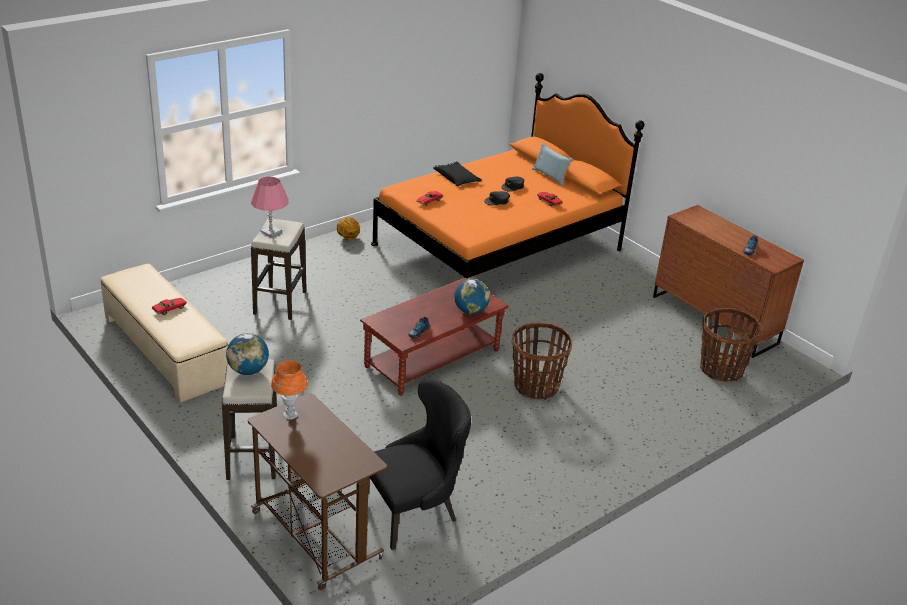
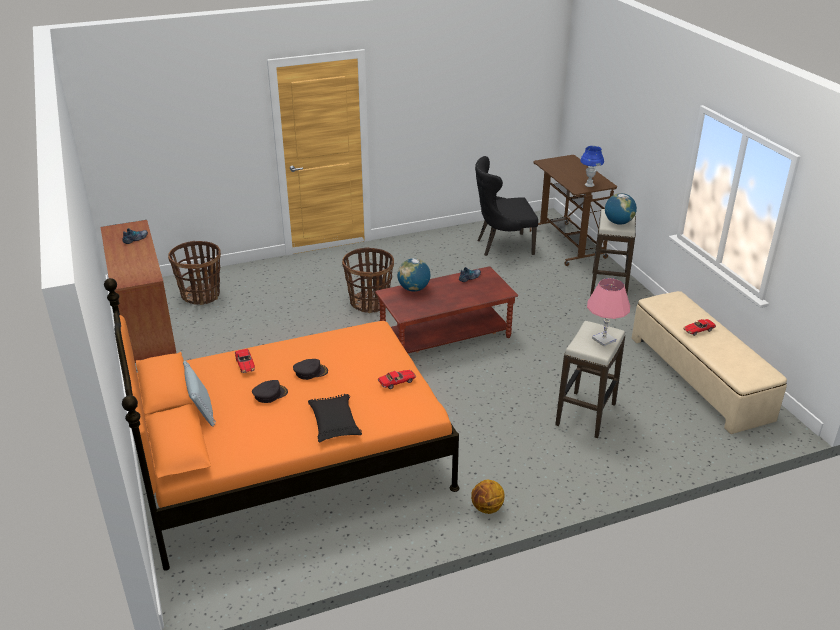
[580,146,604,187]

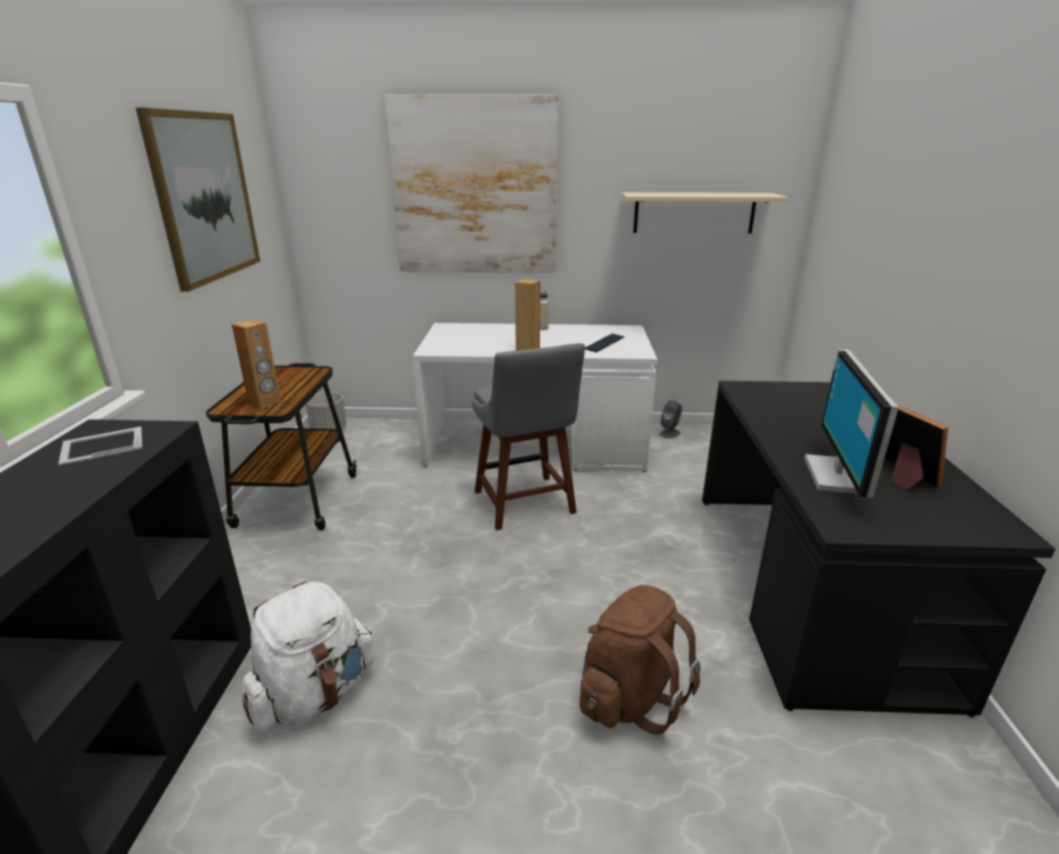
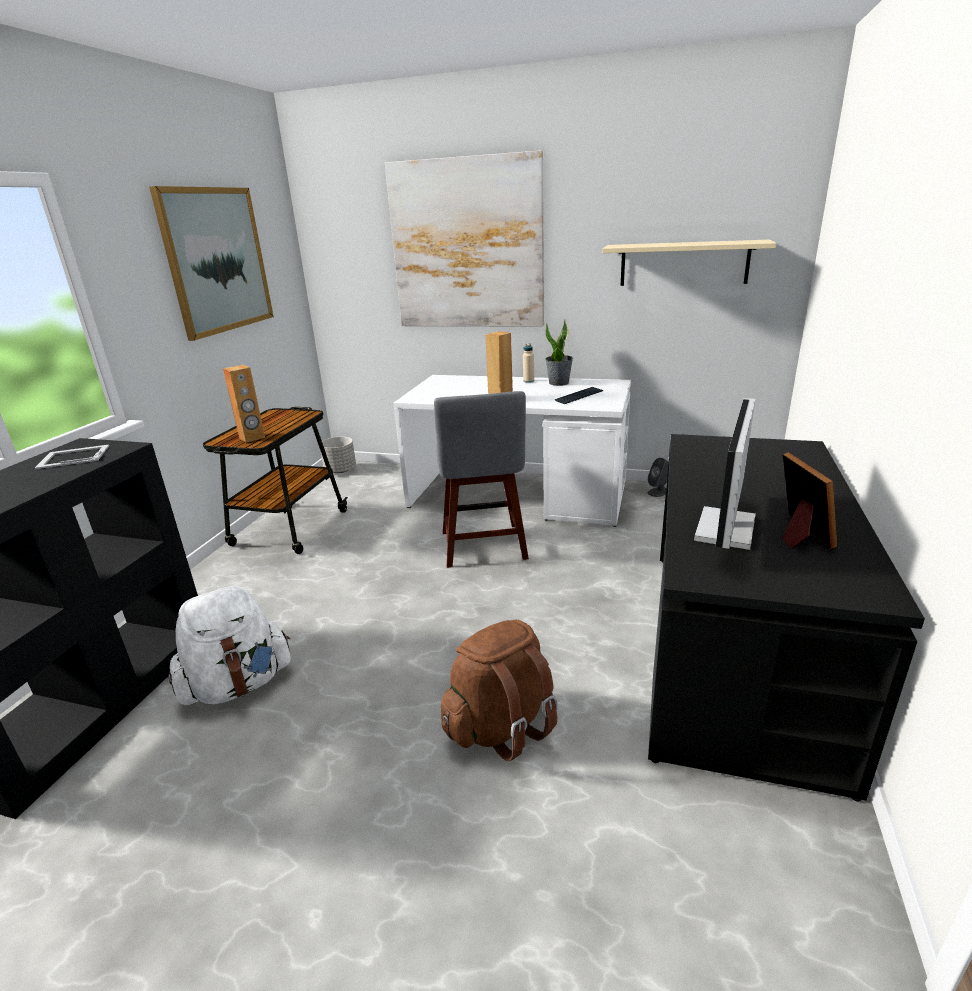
[545,320,573,386]

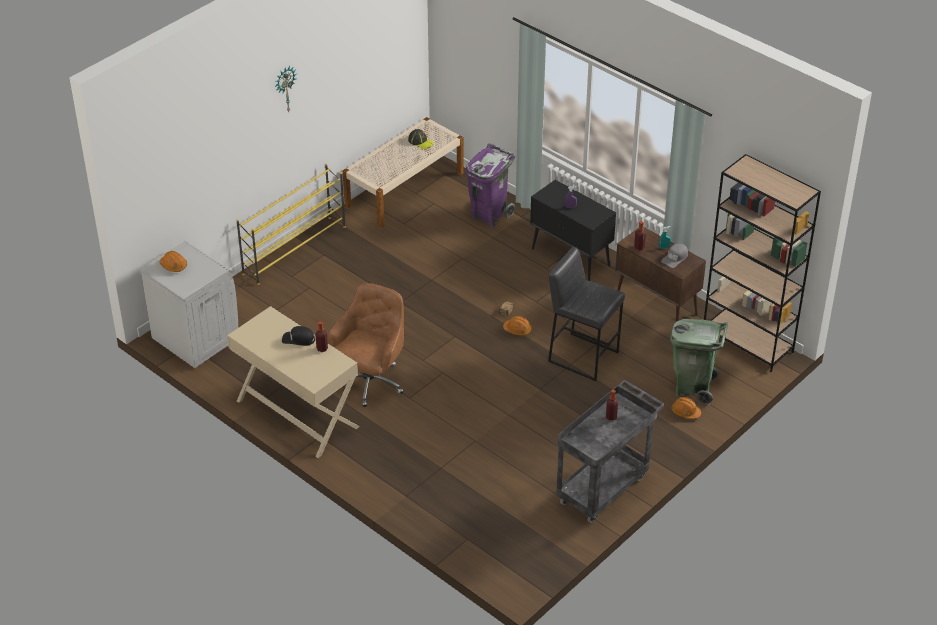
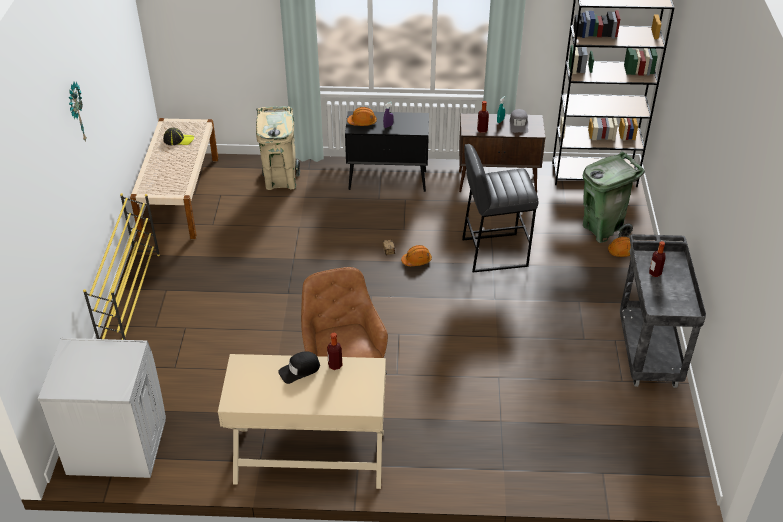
[256,106,300,190]
[347,107,377,126]

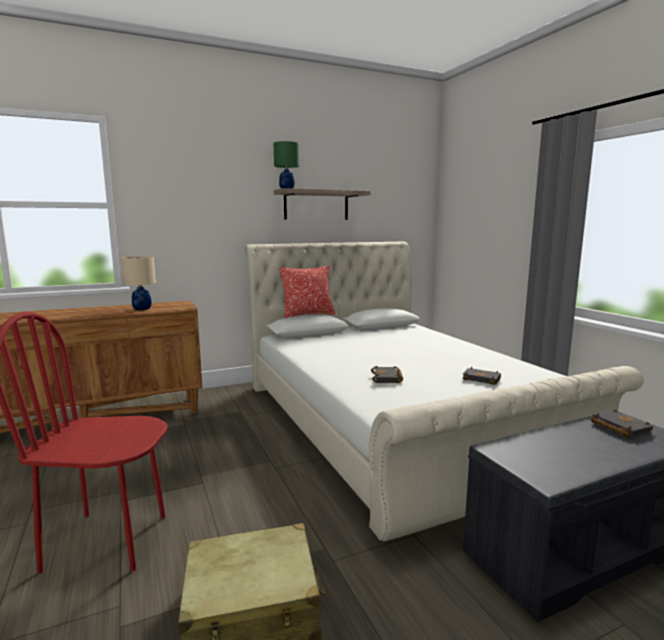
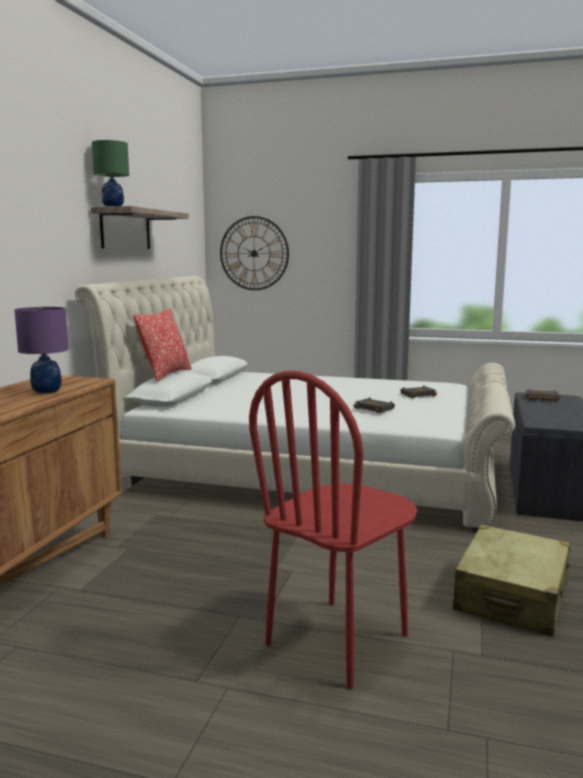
[14,307,69,394]
[220,216,289,290]

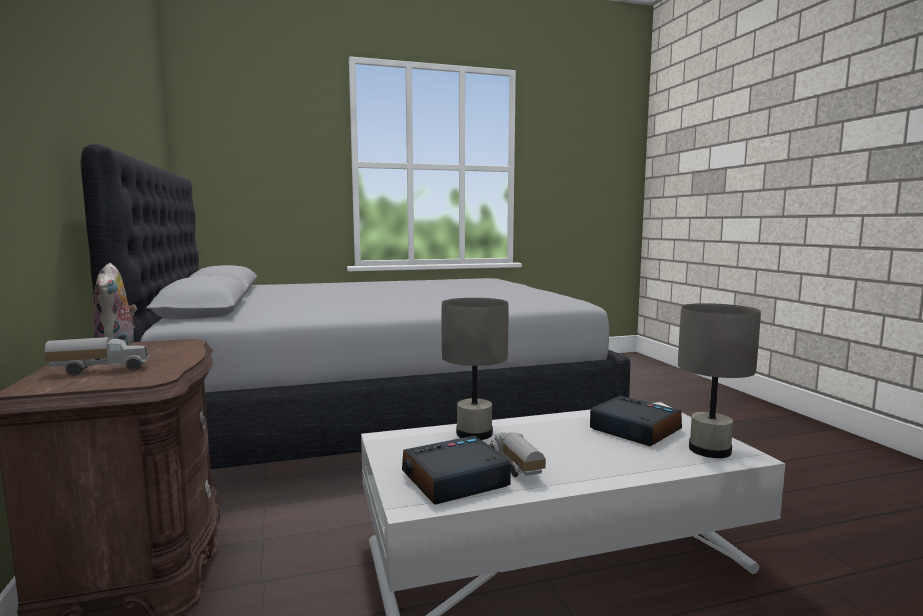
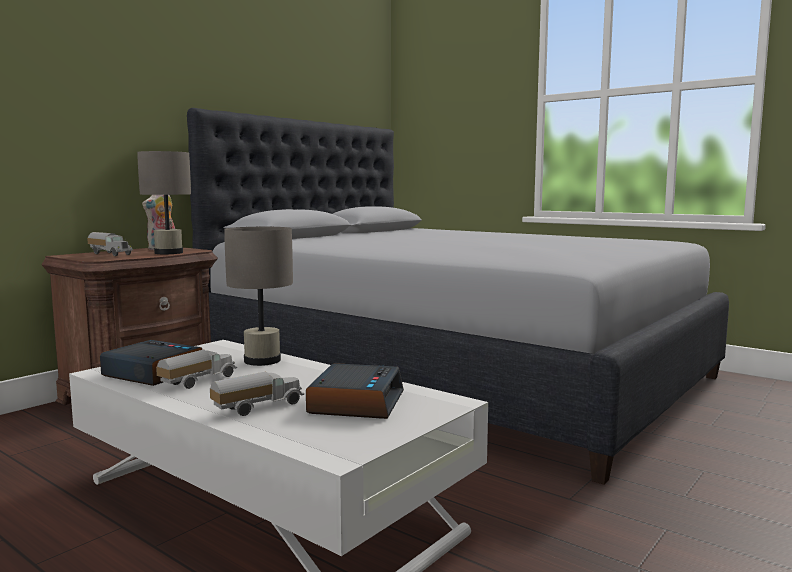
[137,151,191,254]
[210,372,304,416]

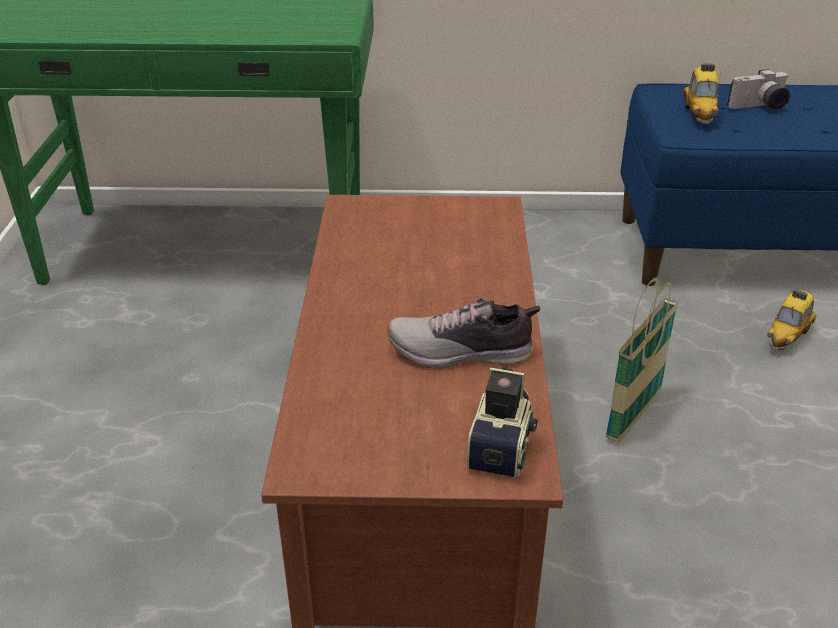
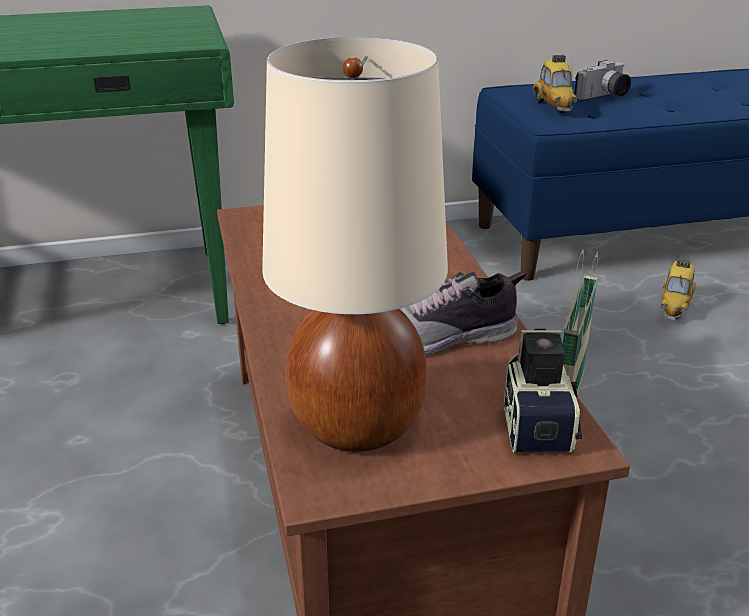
[262,37,448,452]

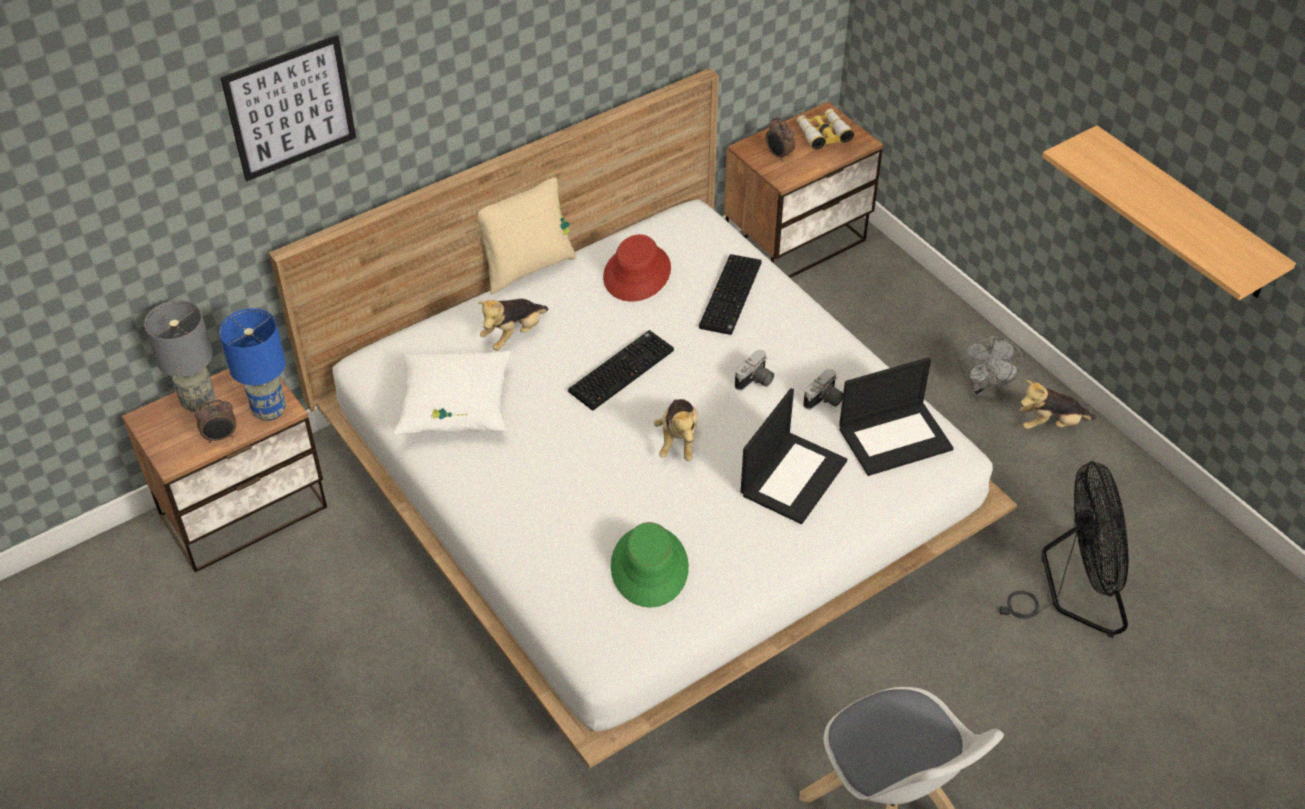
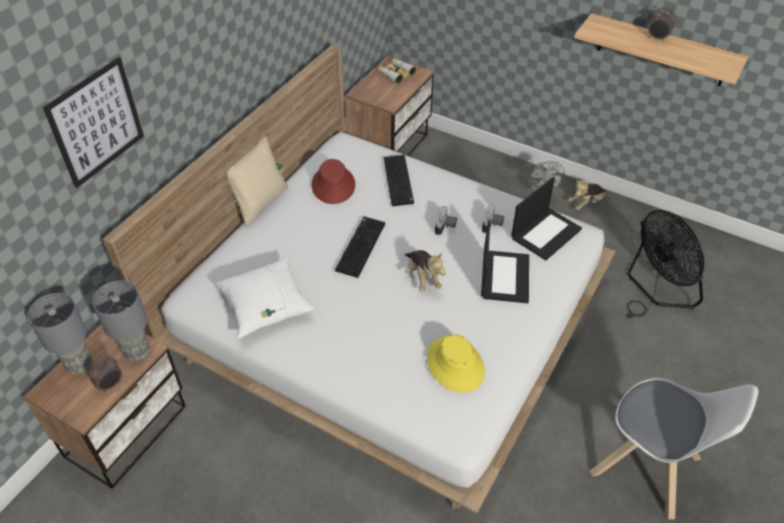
[92,281,150,362]
[427,334,485,393]
[648,7,676,41]
[478,299,548,351] (first image)

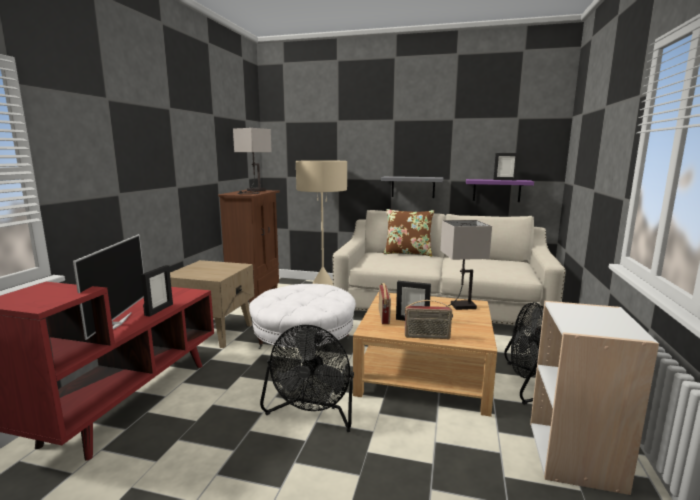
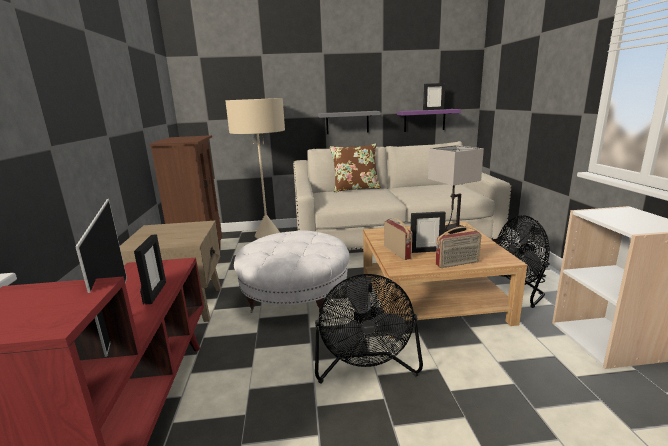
[233,128,272,194] (first image)

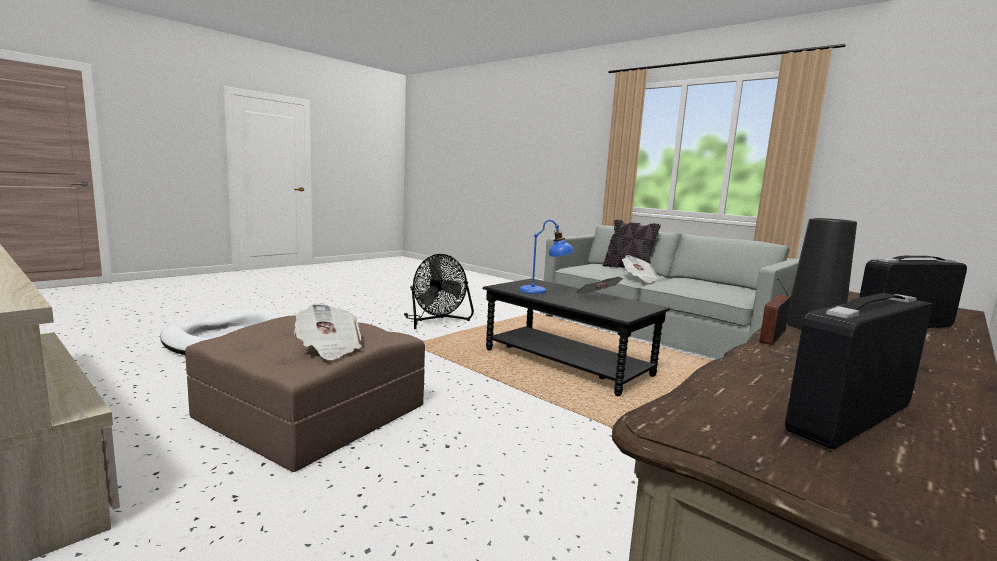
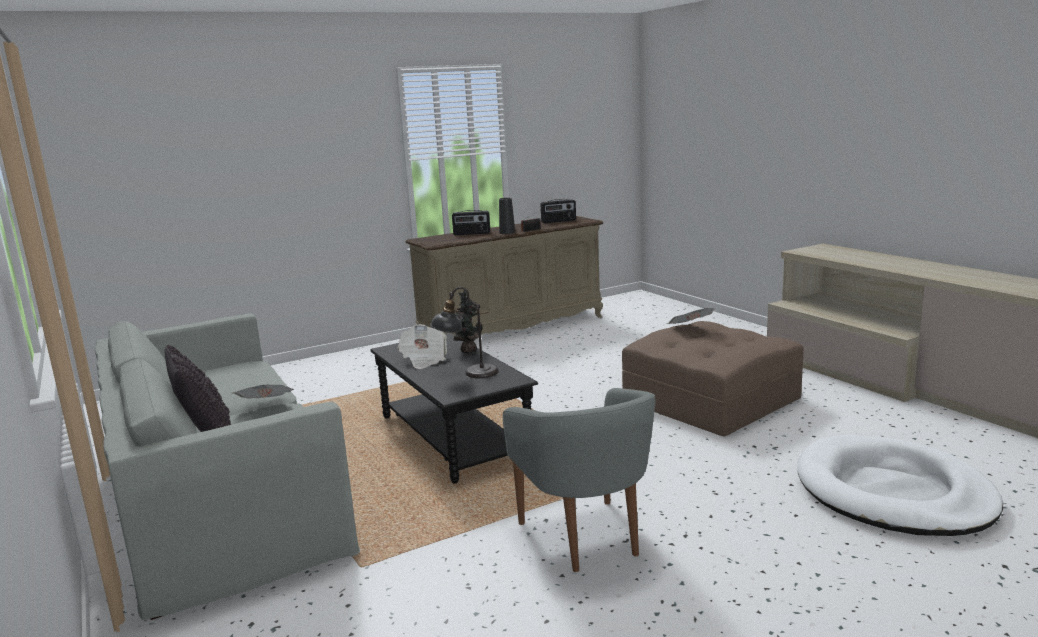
[431,287,499,378]
[453,290,483,353]
[503,388,655,572]

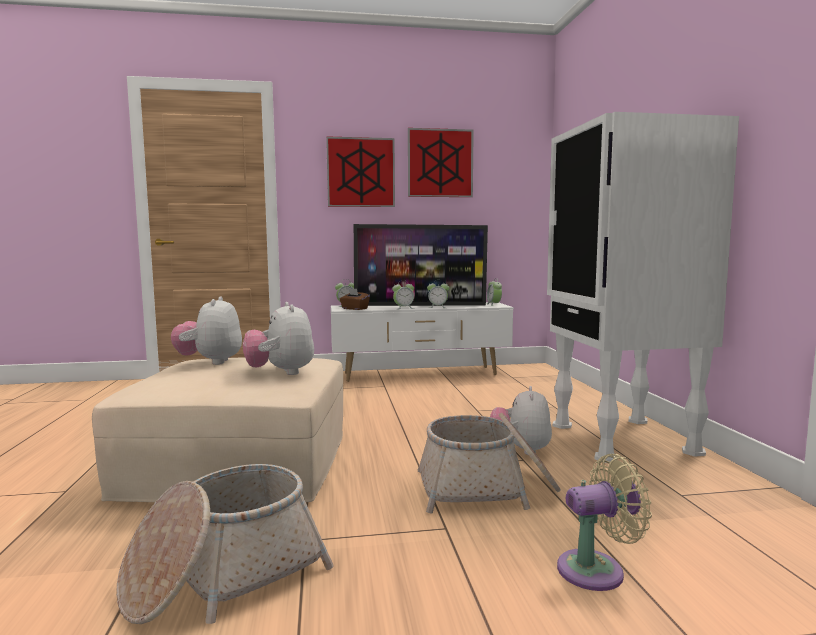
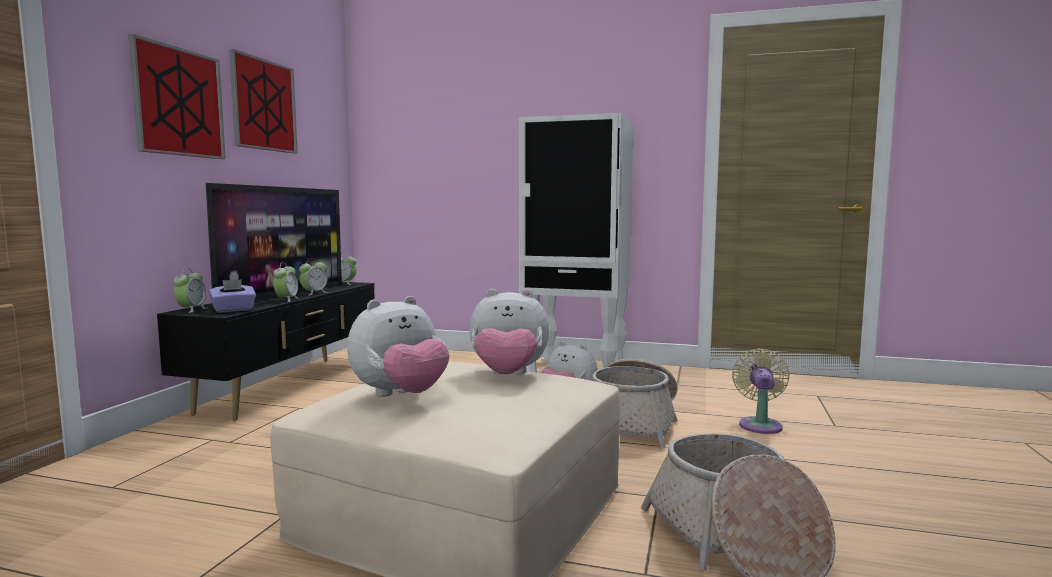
[157,282,375,421]
[209,279,256,313]
[347,296,449,397]

